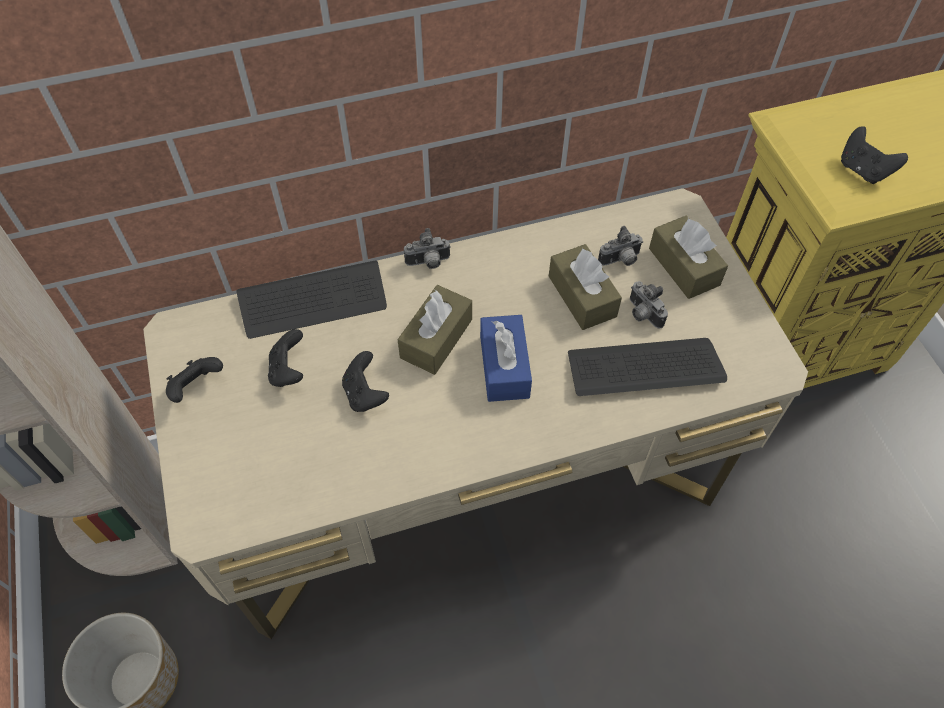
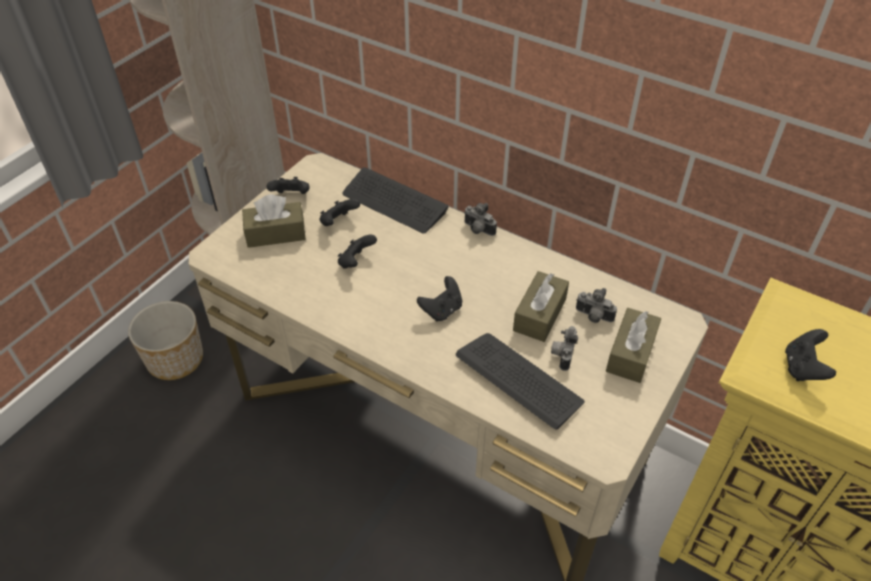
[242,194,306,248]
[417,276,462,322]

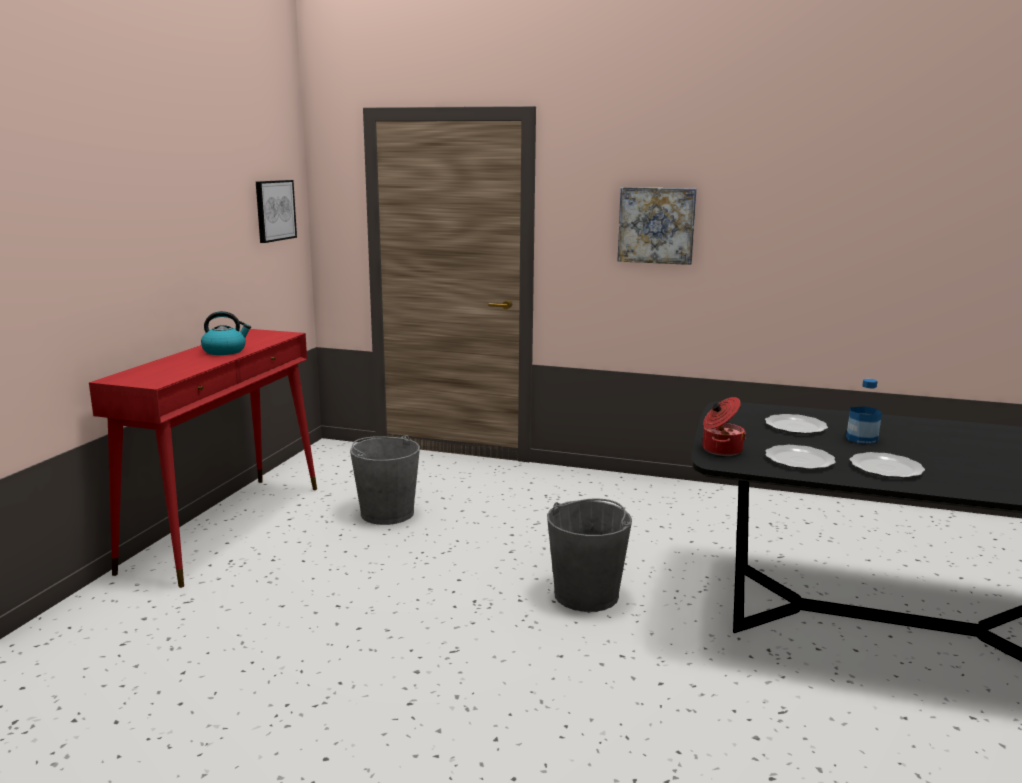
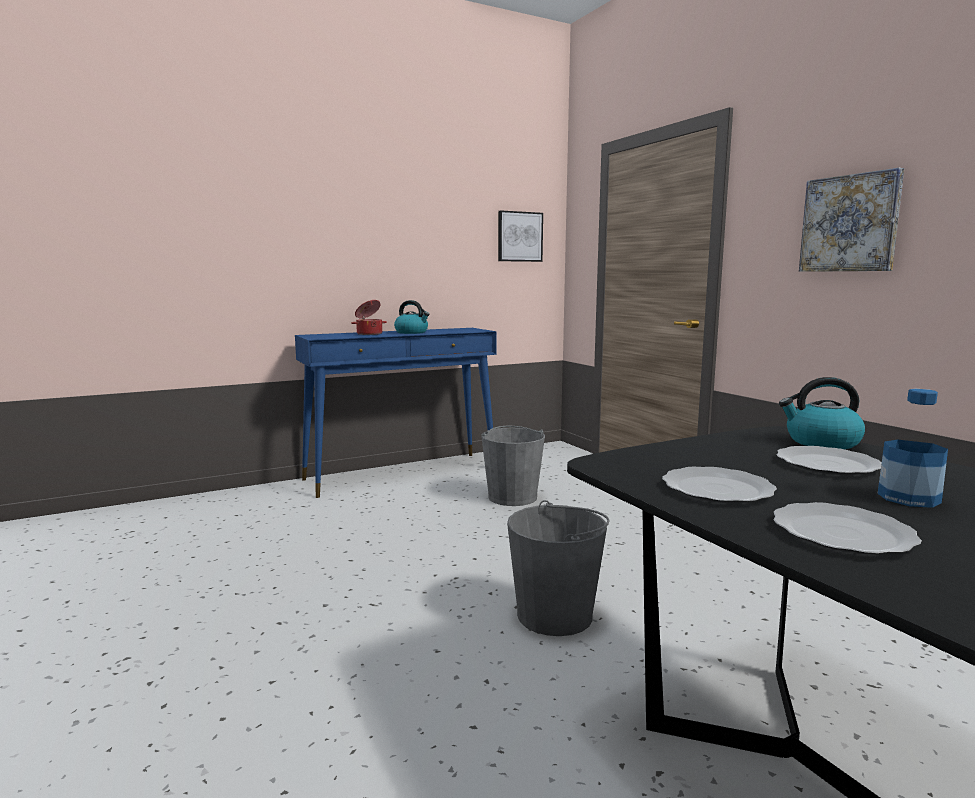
[295,328,496,498]
[351,300,387,335]
[779,377,865,449]

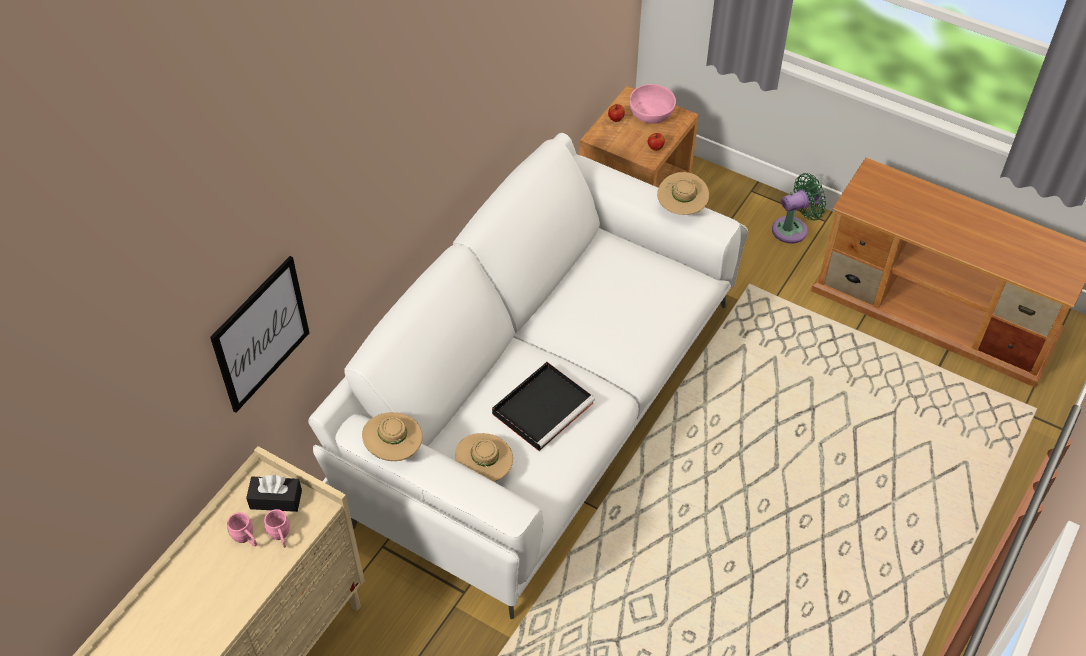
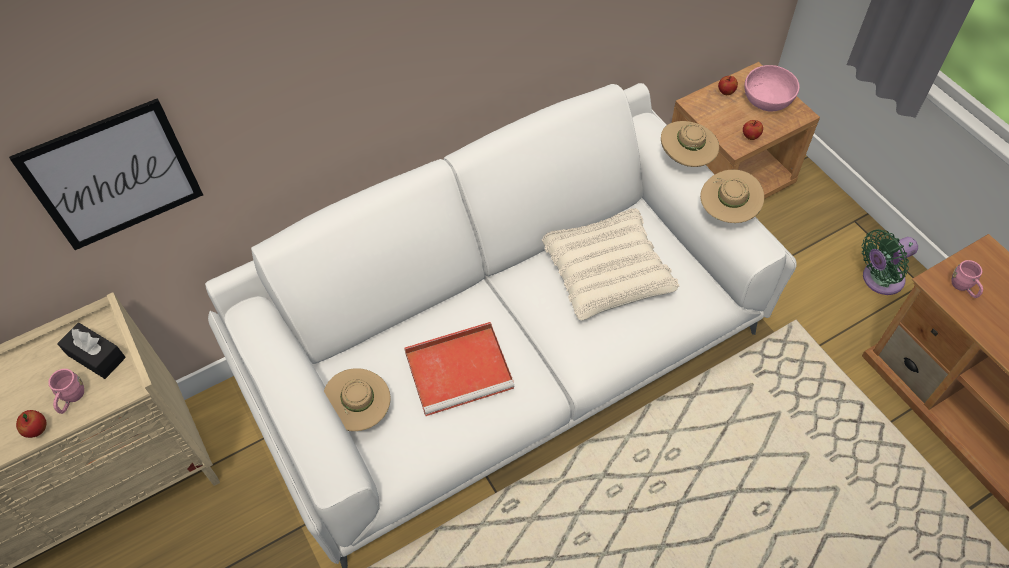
[16,410,46,438]
[404,322,515,416]
[542,208,679,321]
[661,121,719,167]
[862,229,918,295]
[951,260,983,298]

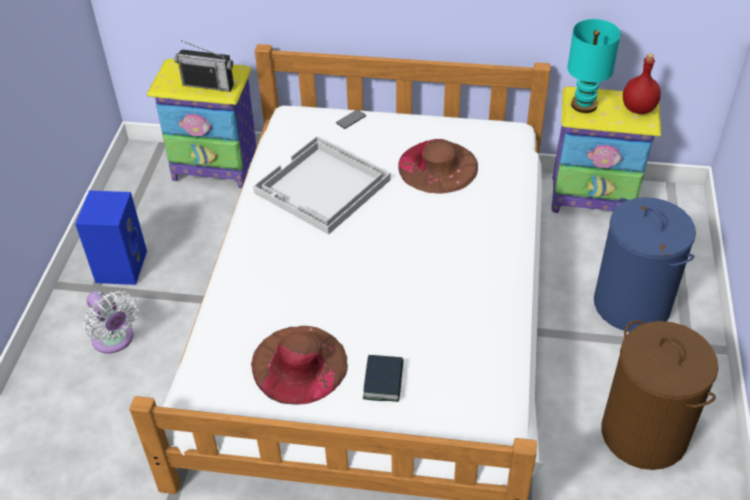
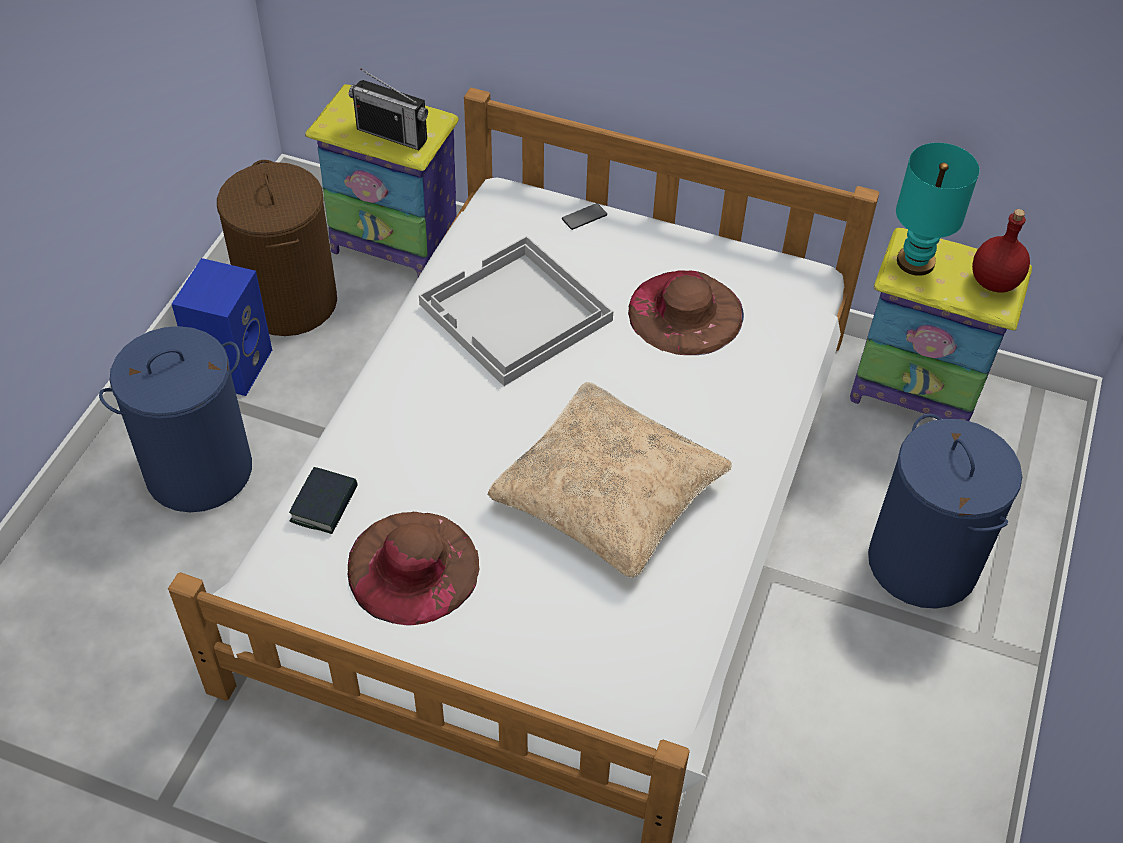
[99,326,252,512]
[217,160,337,336]
[289,467,358,534]
[488,381,732,579]

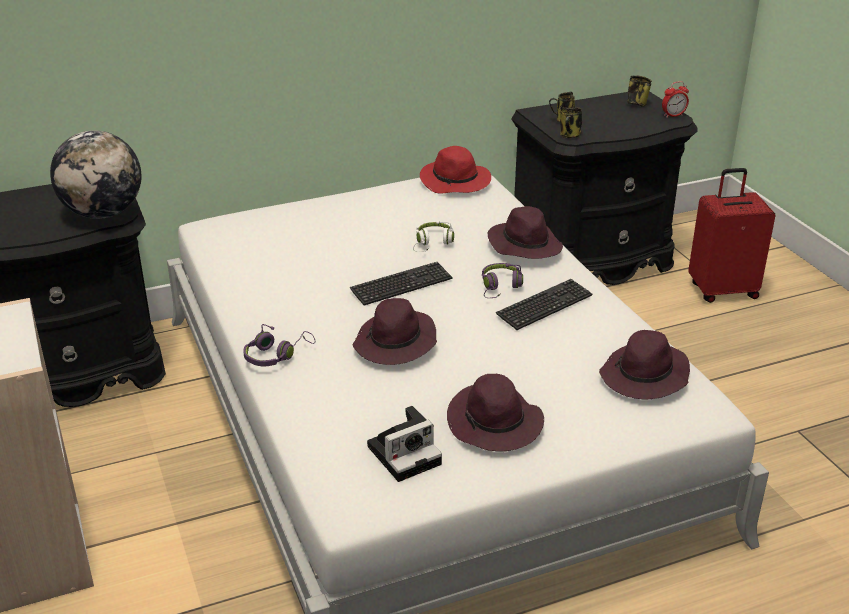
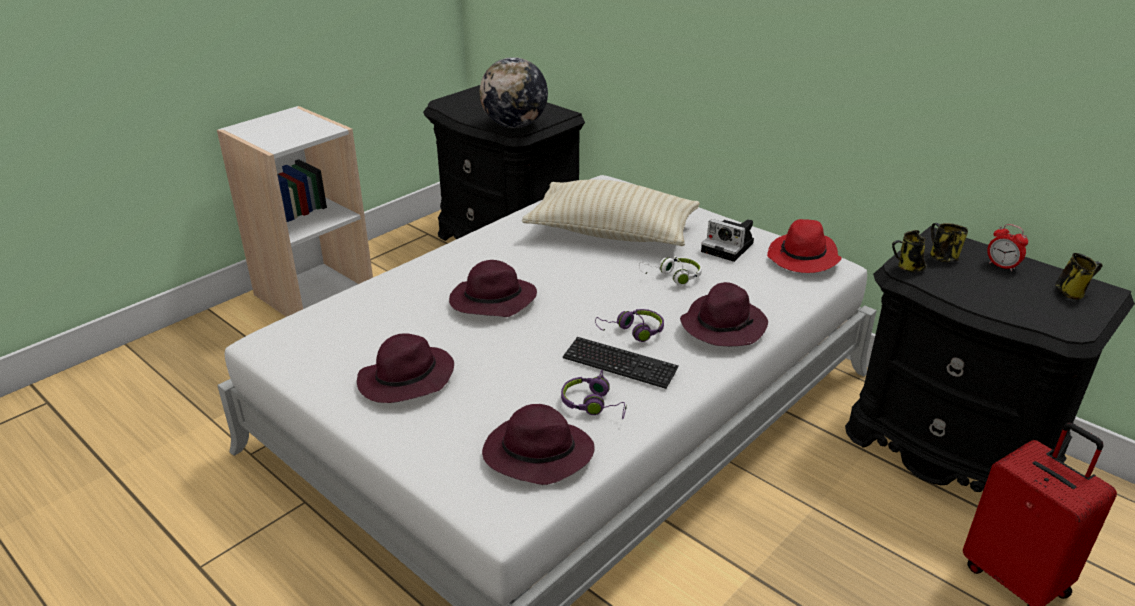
[522,180,700,246]
[561,370,627,419]
[701,219,754,262]
[987,224,1028,272]
[350,262,452,306] (first image)

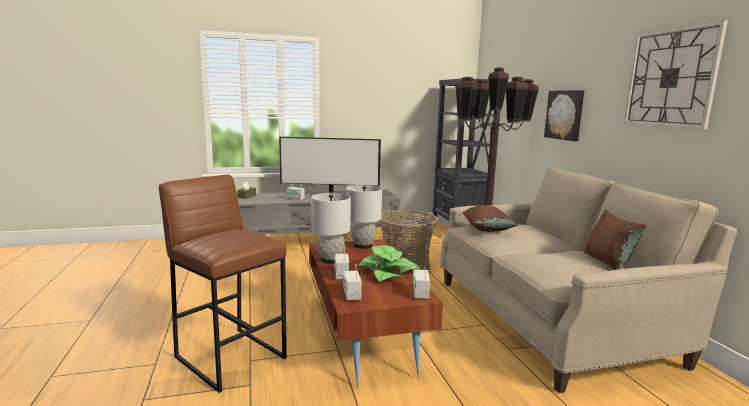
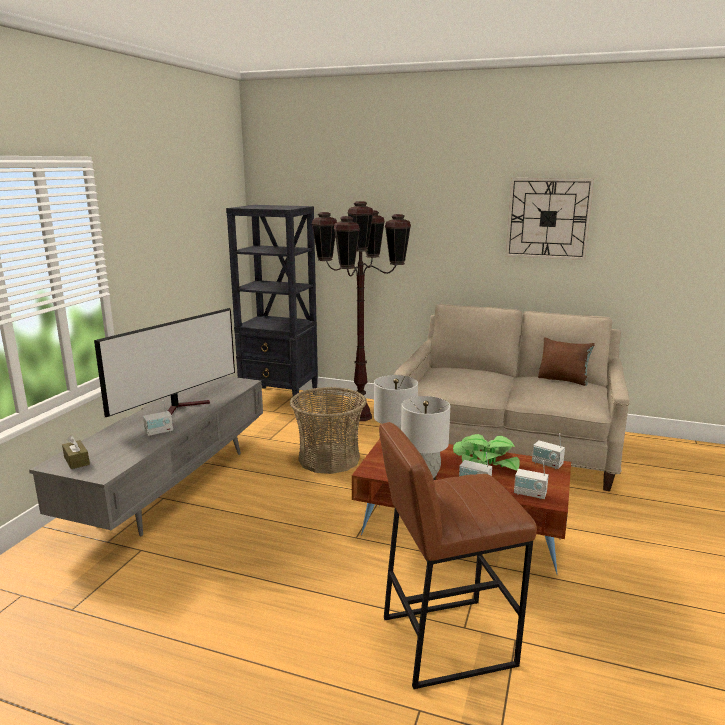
[462,205,518,232] (first image)
[544,90,584,141] (first image)

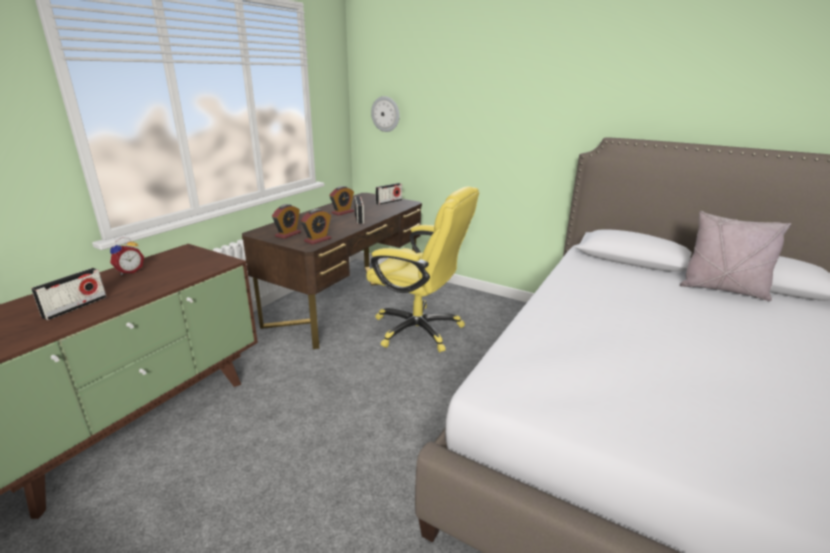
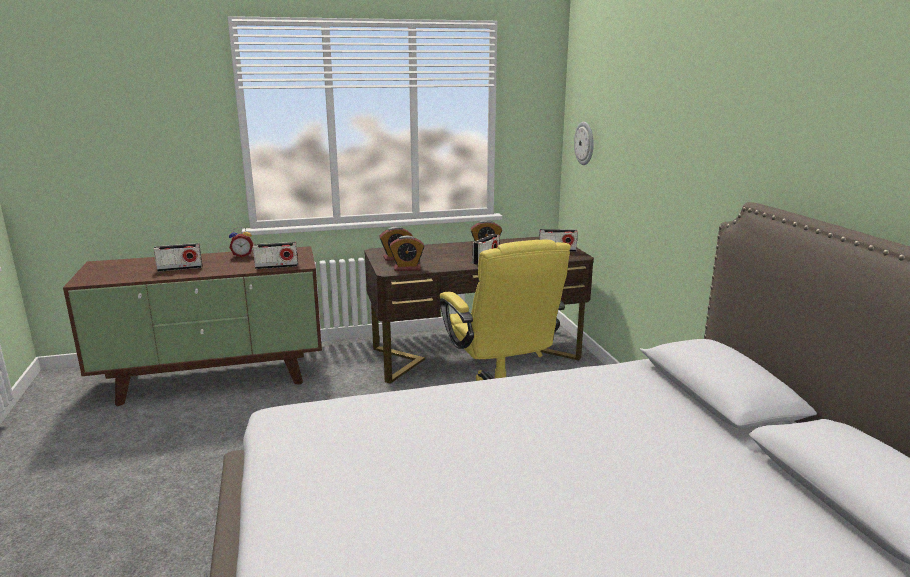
[253,242,298,269]
[680,211,791,301] (first image)

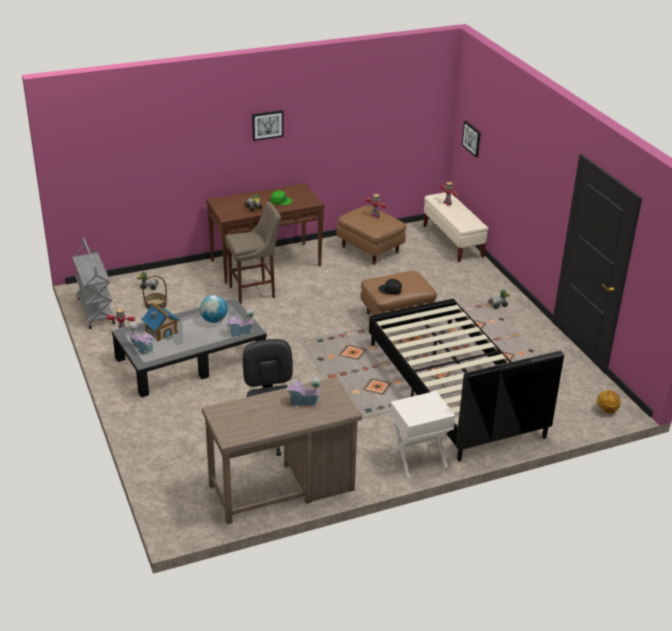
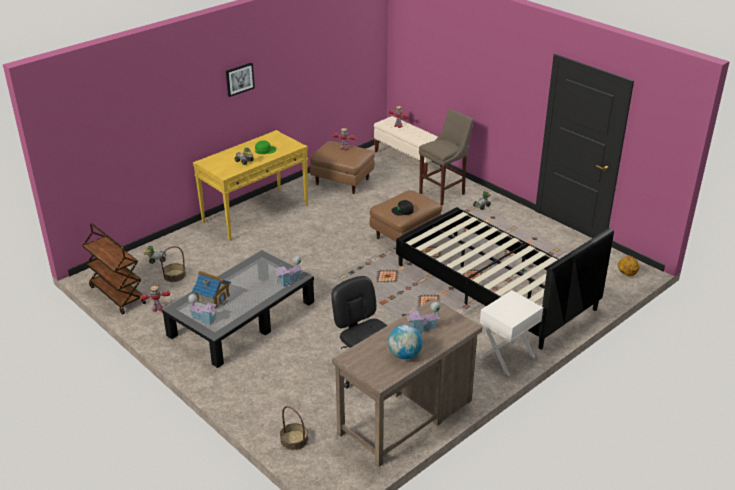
[82,223,146,314]
[193,130,308,241]
[280,406,308,450]
[388,325,423,359]
[419,109,474,205]
[462,121,481,157] (first image)

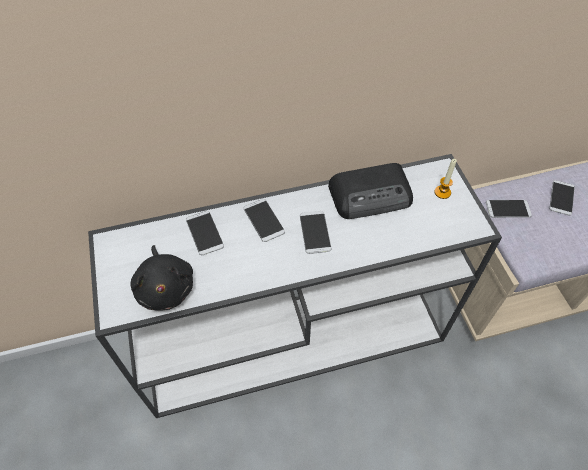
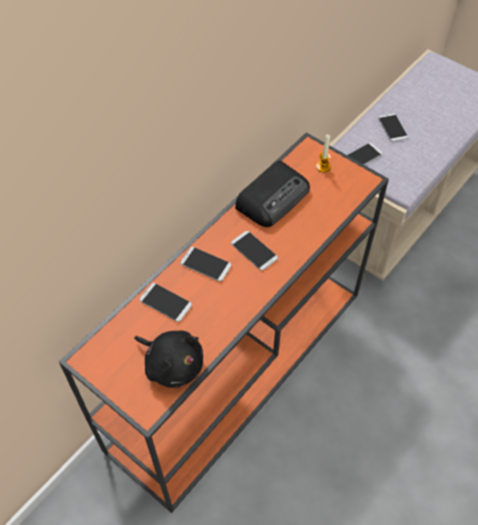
[59,133,389,513]

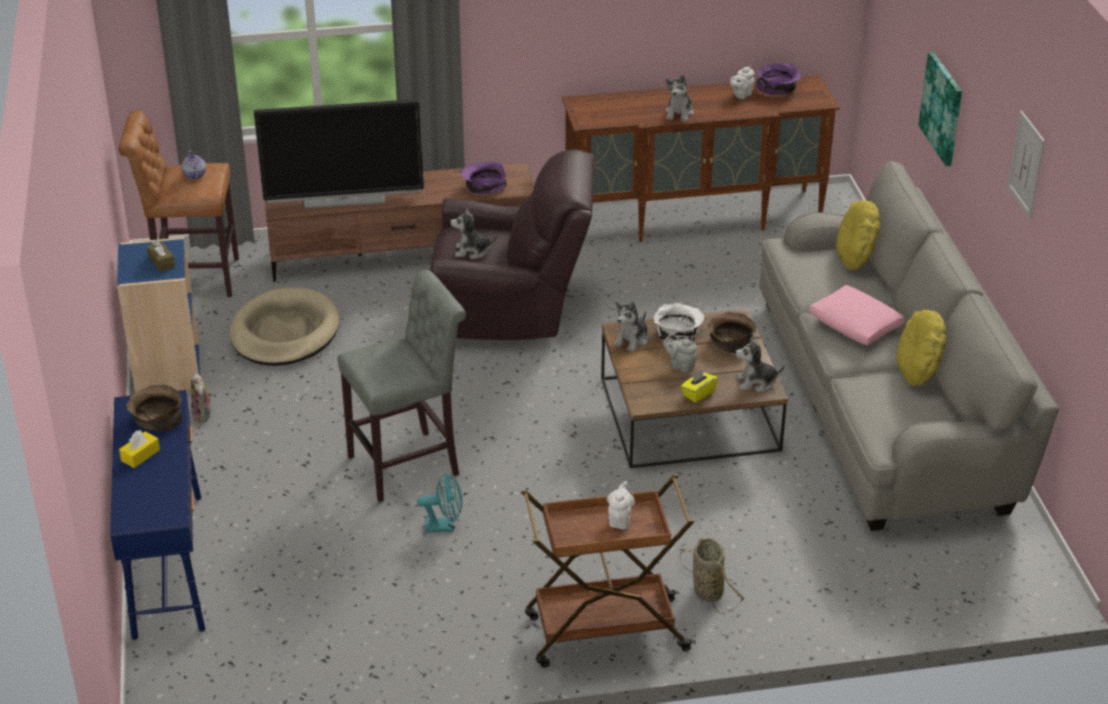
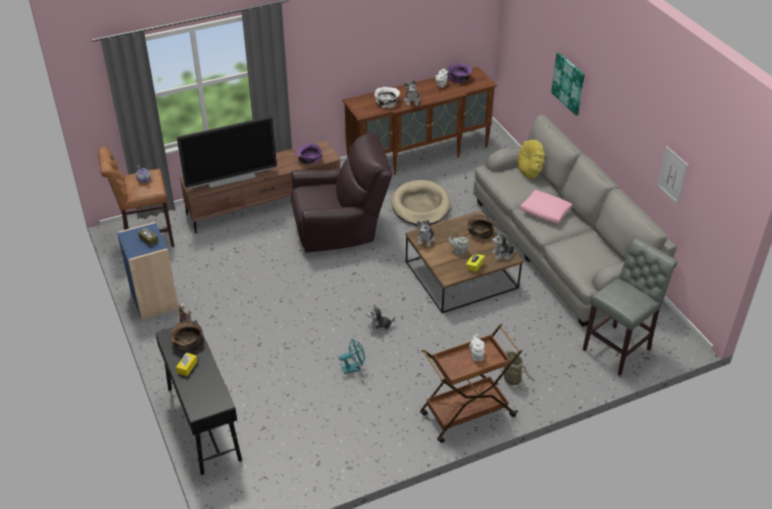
[155,320,242,475]
[367,304,395,334]
[374,87,400,108]
[391,180,450,226]
[583,238,678,376]
[657,146,688,205]
[896,310,946,386] (first image)

